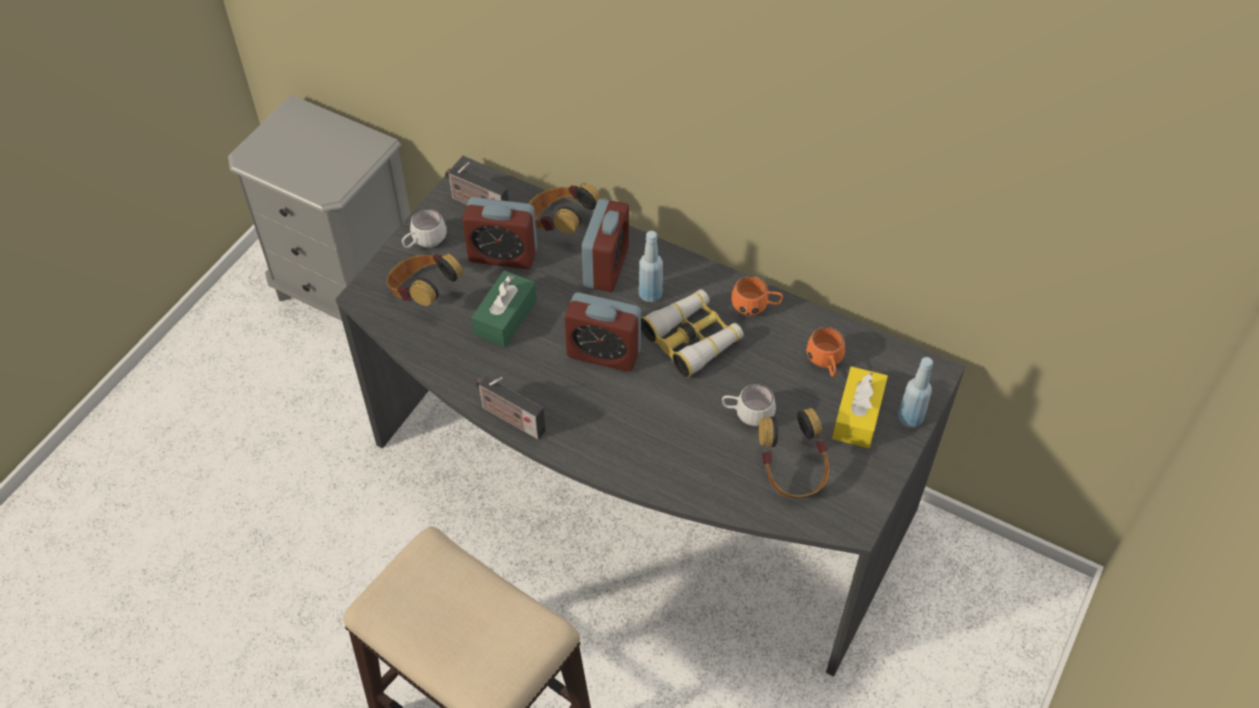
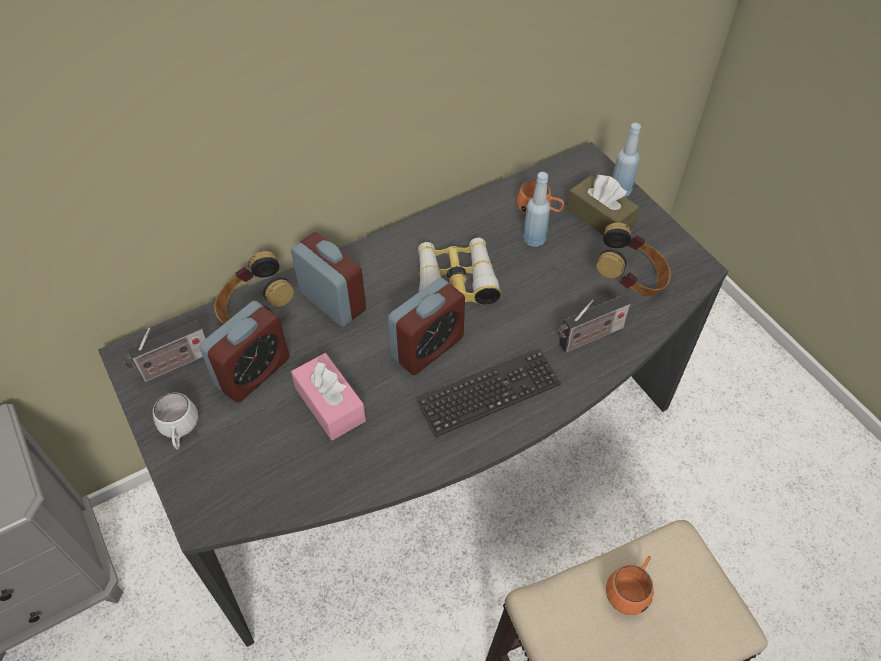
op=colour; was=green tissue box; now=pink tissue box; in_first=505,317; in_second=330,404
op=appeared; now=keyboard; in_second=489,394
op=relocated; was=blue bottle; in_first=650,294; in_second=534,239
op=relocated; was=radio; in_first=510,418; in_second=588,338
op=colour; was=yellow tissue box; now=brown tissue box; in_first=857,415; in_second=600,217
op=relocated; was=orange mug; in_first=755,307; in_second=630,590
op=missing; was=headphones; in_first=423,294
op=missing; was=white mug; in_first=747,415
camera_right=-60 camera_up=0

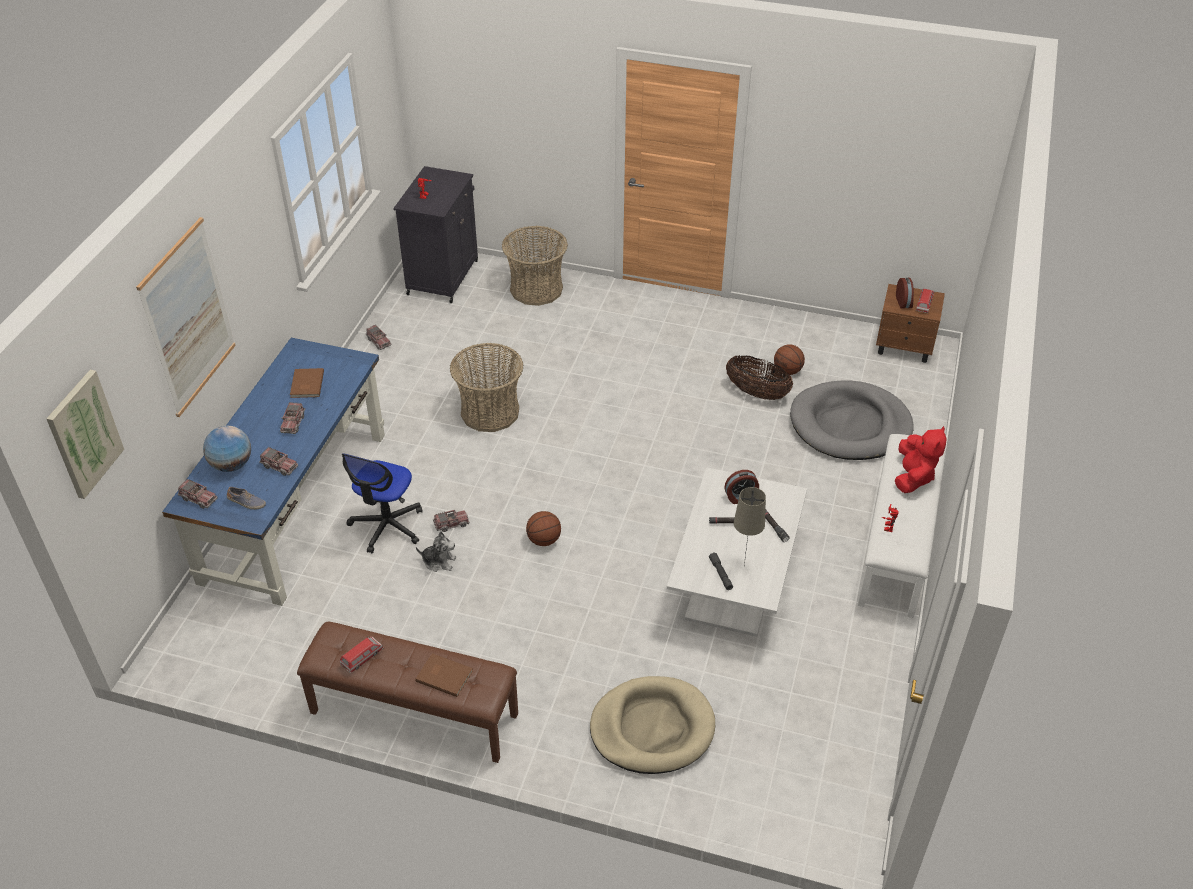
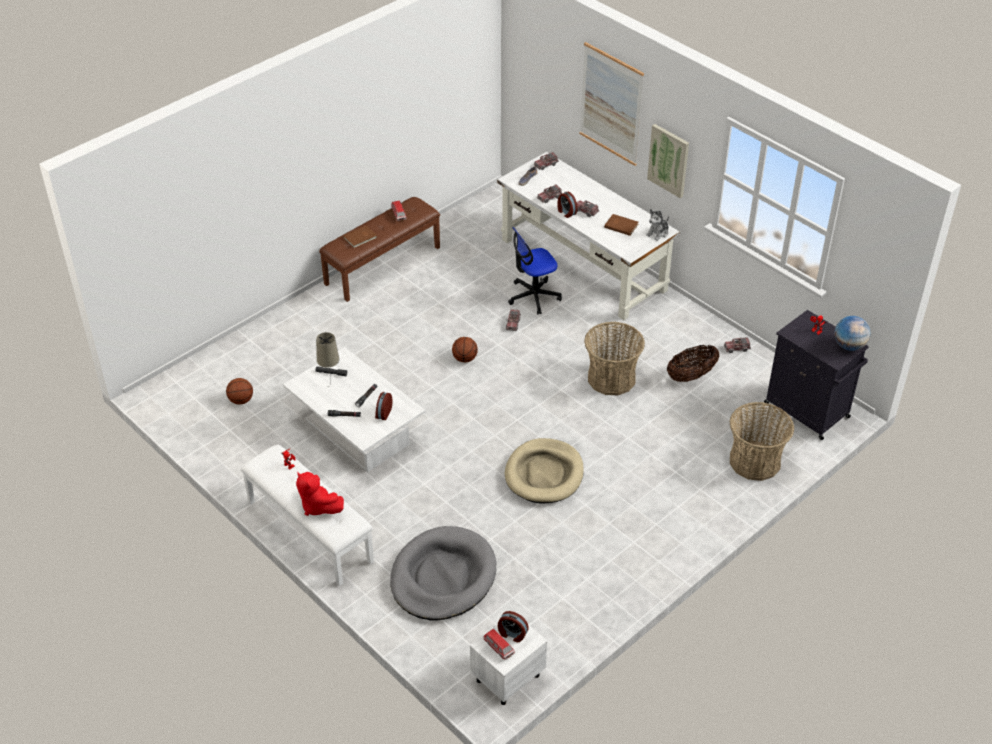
op=relocated; was=basketball; in_first=787,371; in_second=241,400
op=colour; was=brown nightstand; now=white nightstand; in_first=905,347; in_second=507,678
op=colour; was=blue desk; now=white desk; in_first=295,504; in_second=584,265
op=relocated; was=beige dog bed; in_first=652,728; in_second=544,474
op=spun; was=office chair; in_first=387,526; in_second=533,296; clockwise=-75
op=appeared; now=alarm clock; in_second=566,212
op=relocated; was=plush toy; in_first=439,561; in_second=658,233
op=relocated; was=picture; in_first=84,434; in_second=669,160
op=relocated; was=basket; in_first=757,393; in_second=691,376
op=relocated; was=globe; in_first=231,465; in_second=849,345
camera_right=120 camera_up=0

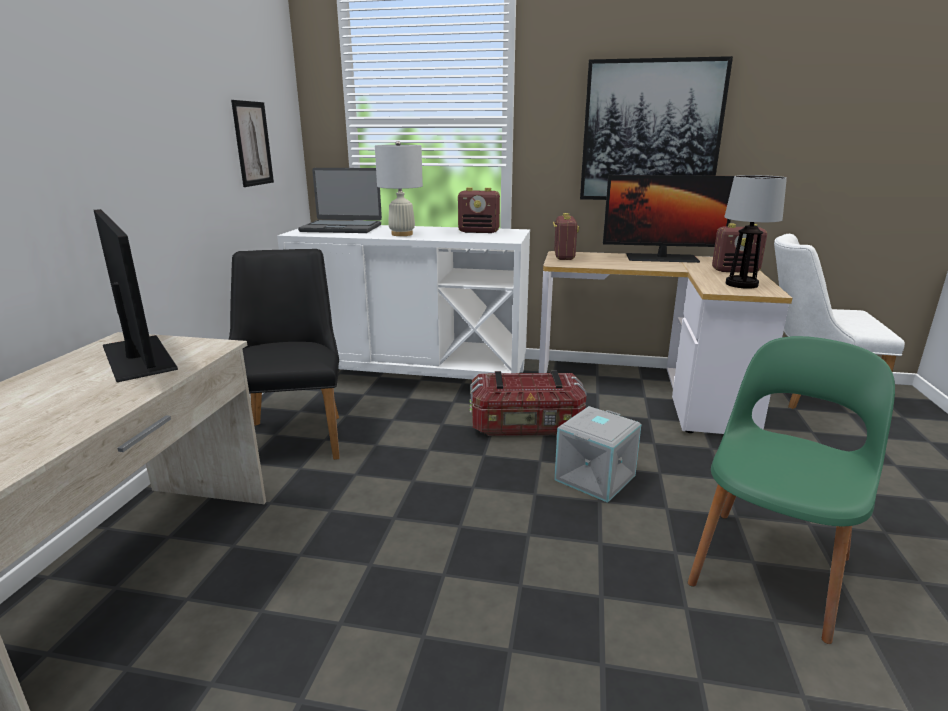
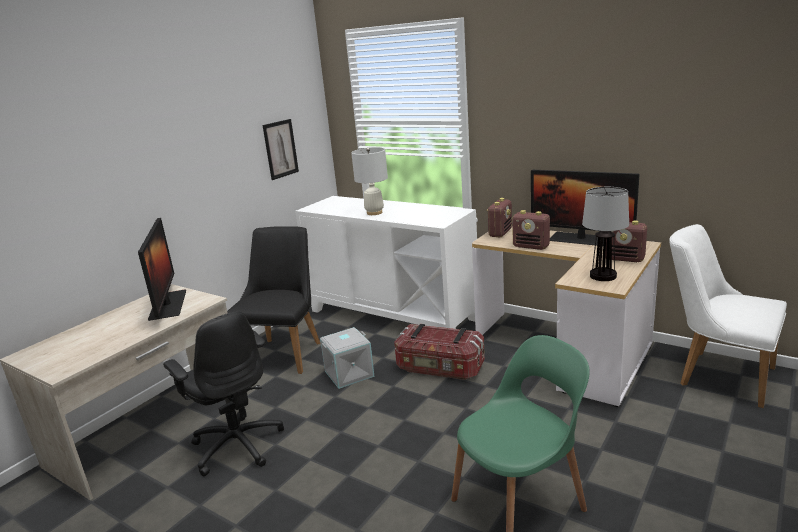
op=appeared; now=black office chair; in_second=237,444
op=relocated; was=grey storage box; in_first=596,478; in_second=349,374
op=relocated; was=radio; in_first=479,231; in_second=531,246
op=missing; was=laptop; in_first=342,228
op=missing; was=picture; in_first=651,132
camera_right=25 camera_up=0

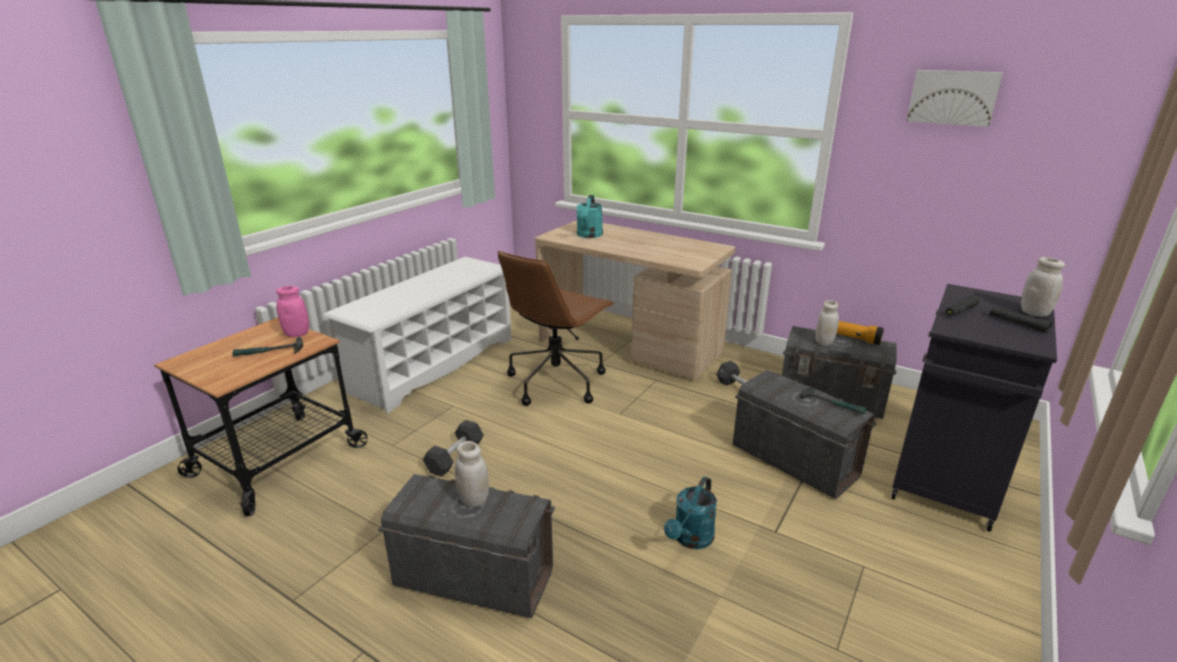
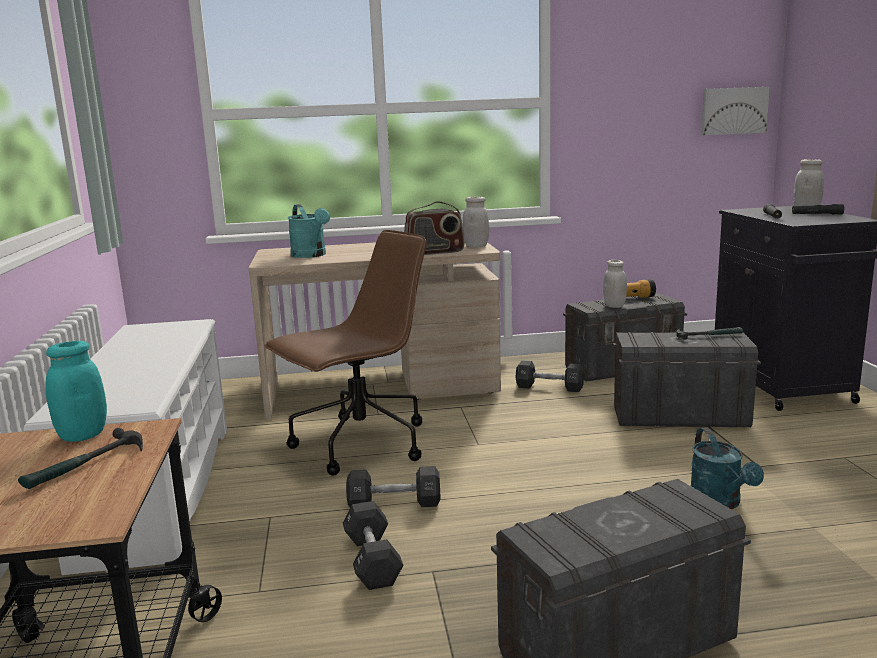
op=colour; was=pink jar; now=turquoise jar; in_first=297,334; in_second=83,435
op=spun; was=brown office chair; in_first=557,381; in_second=359,445; clockwise=-120
op=appeared; now=black dumbbell; in_second=394,503
op=appeared; now=radio; in_second=434,252
op=relocated; was=white jar; in_first=474,500; in_second=476,246
op=relocated; was=picture; in_first=953,97; in_second=733,111
camera_right=-40 camera_up=-10

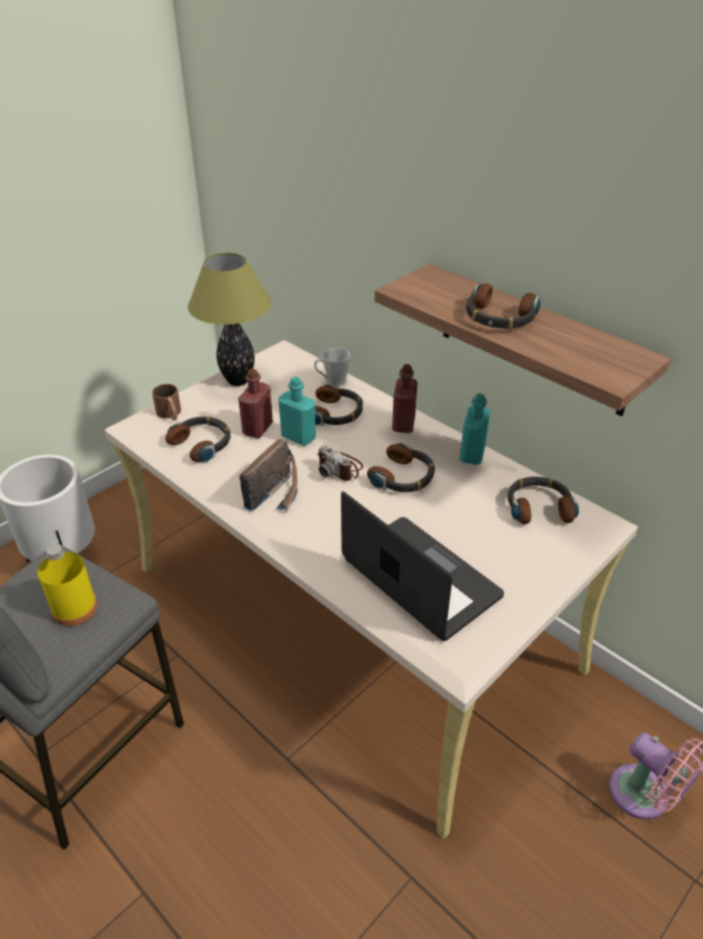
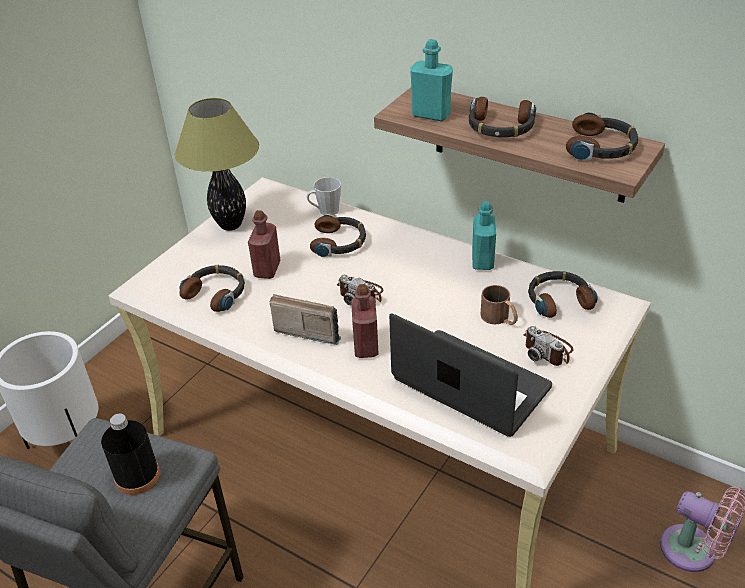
op=colour; was=yellow bottle; now=black bottle; in_first=74,608; in_second=137,476
op=spun; was=radio; in_first=277,493; in_second=308,329; clockwise=-90
op=relocated; was=red bottle; in_first=403,424; in_second=366,346
op=relocated; was=turquoise bottle; in_first=298,437; in_second=431,115
op=relocated; was=brown mug; in_first=170,414; in_second=499,318
op=appeared; now=photo camera; in_second=548,350
op=relocated; was=headphones; in_first=403,477; in_second=601,147
camera_right=-10 camera_up=0

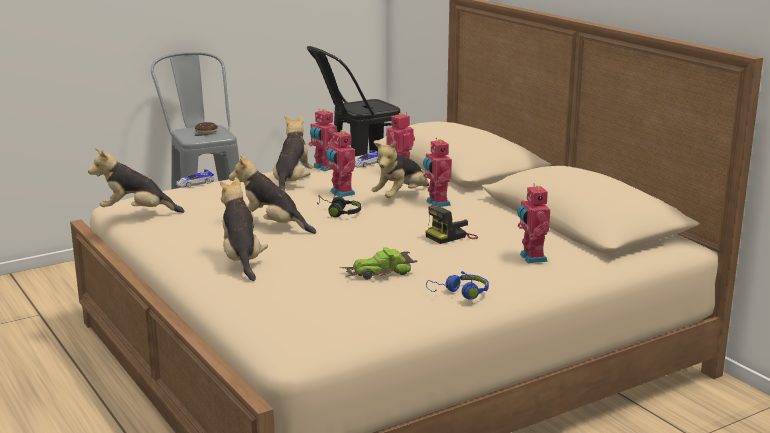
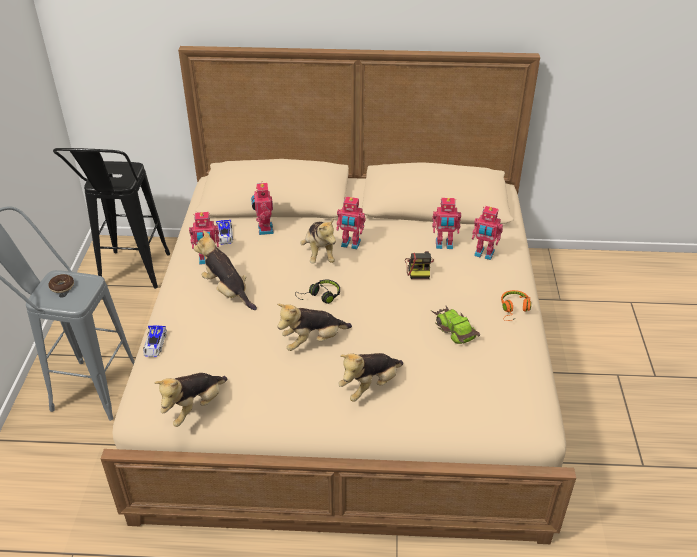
op=spun; was=plush toy; in_first=242,260; in_second=370,386; clockwise=-60
op=relocated; was=toy robot; in_first=341,193; in_second=444,245
op=spun; was=toy car; in_first=379,272; in_second=453,328; clockwise=135
op=colour; was=blue headphones; now=orange headphones; in_first=460,293; in_second=514,309
camera_right=-55 camera_up=20

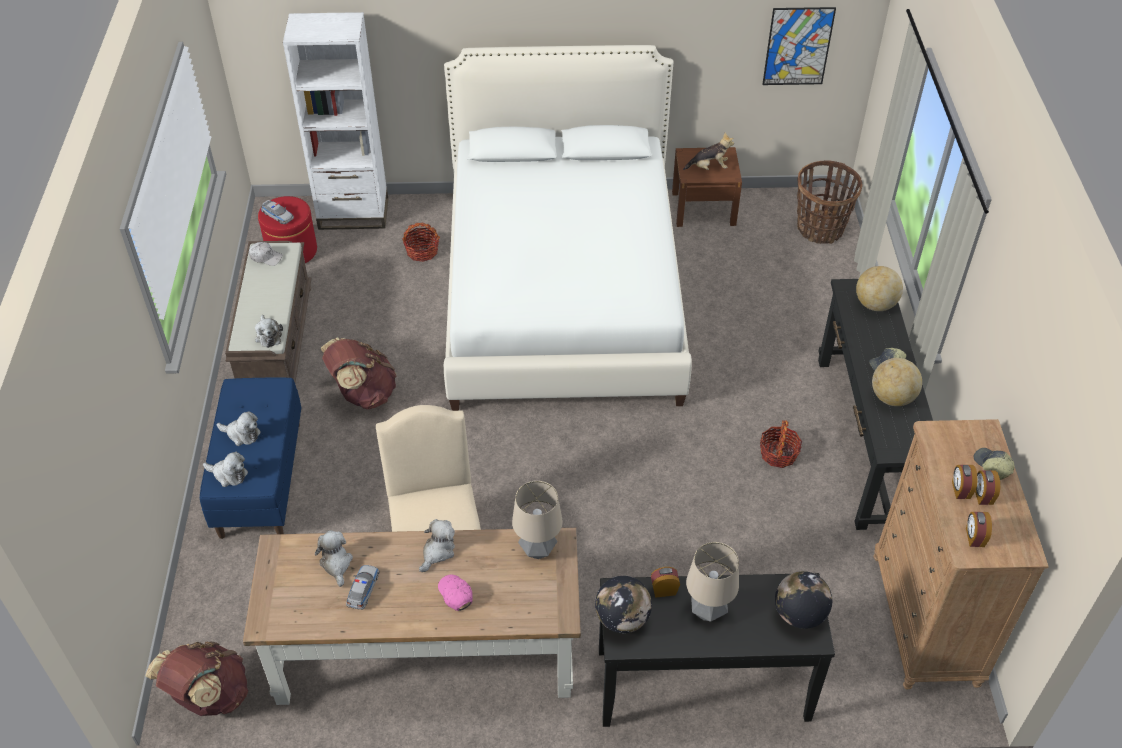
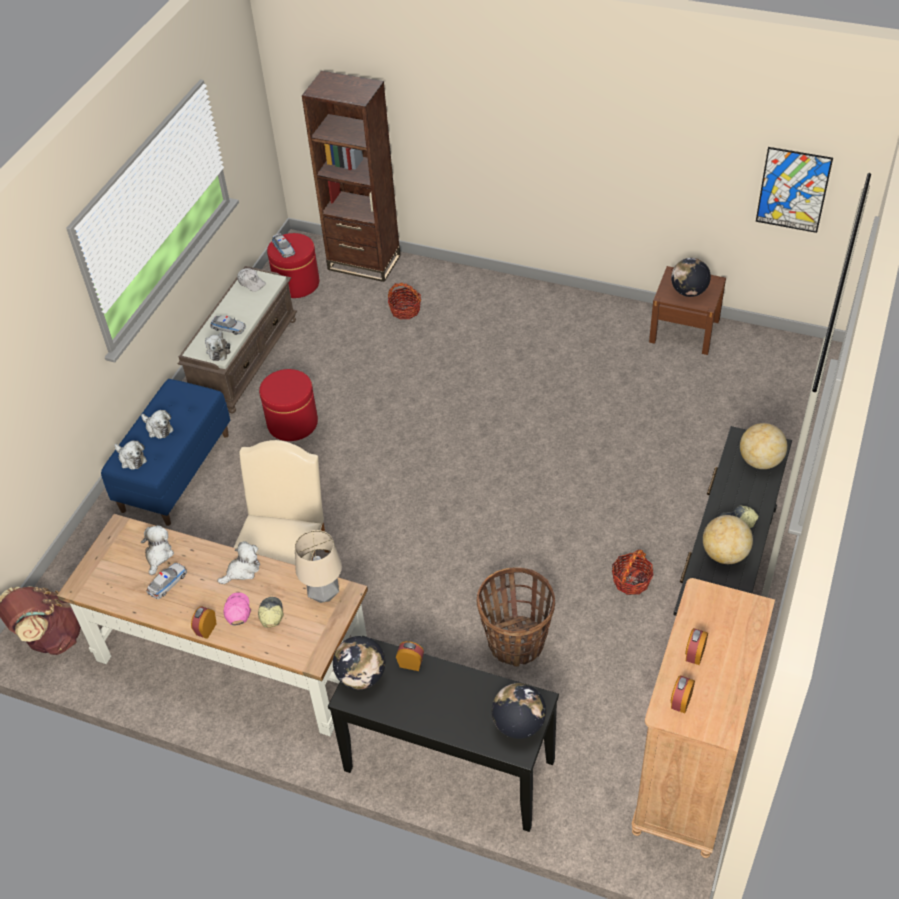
op=relocated; was=alarm clock; in_first=982,496; in_second=206,629
op=appeared; now=toy car; in_second=228,328
op=relocated; was=cap; in_first=991,466; in_second=270,614
op=exchanged; was=brown backpack; now=red ottoman; in_first=363,394; in_second=292,423
op=colour; was=white bookcase; now=brown bookcase; in_first=353,214; in_second=364,262
op=relocated; was=basket; in_first=820,229; in_second=516,642
op=exchanged; was=plush toy; now=globe; in_first=709,167; in_second=688,292
op=missing; was=white bed; in_first=563,293
op=missing; was=table lamp; in_first=707,612
camera_right=25 camera_up=0

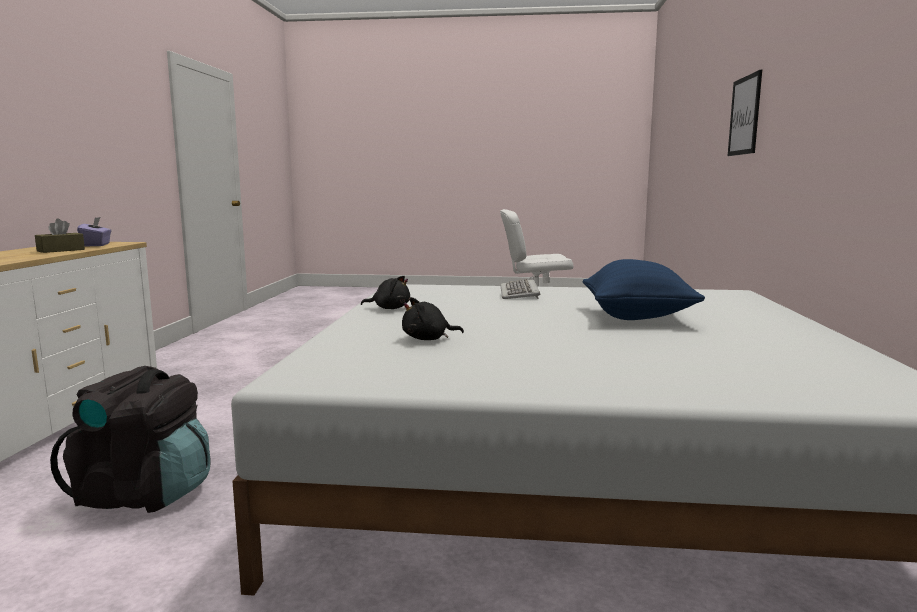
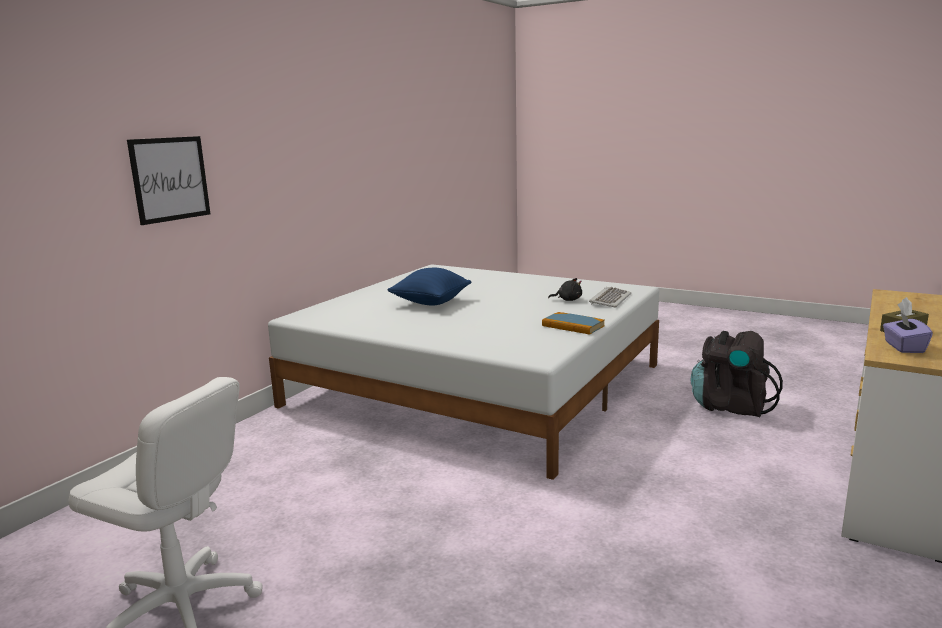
op=exchanged; was=black plush toy; now=book; in_first=389,308; in_second=573,326
op=relocated; was=keyboard; in_first=520,293; in_second=609,299
camera_right=-155 camera_up=5

